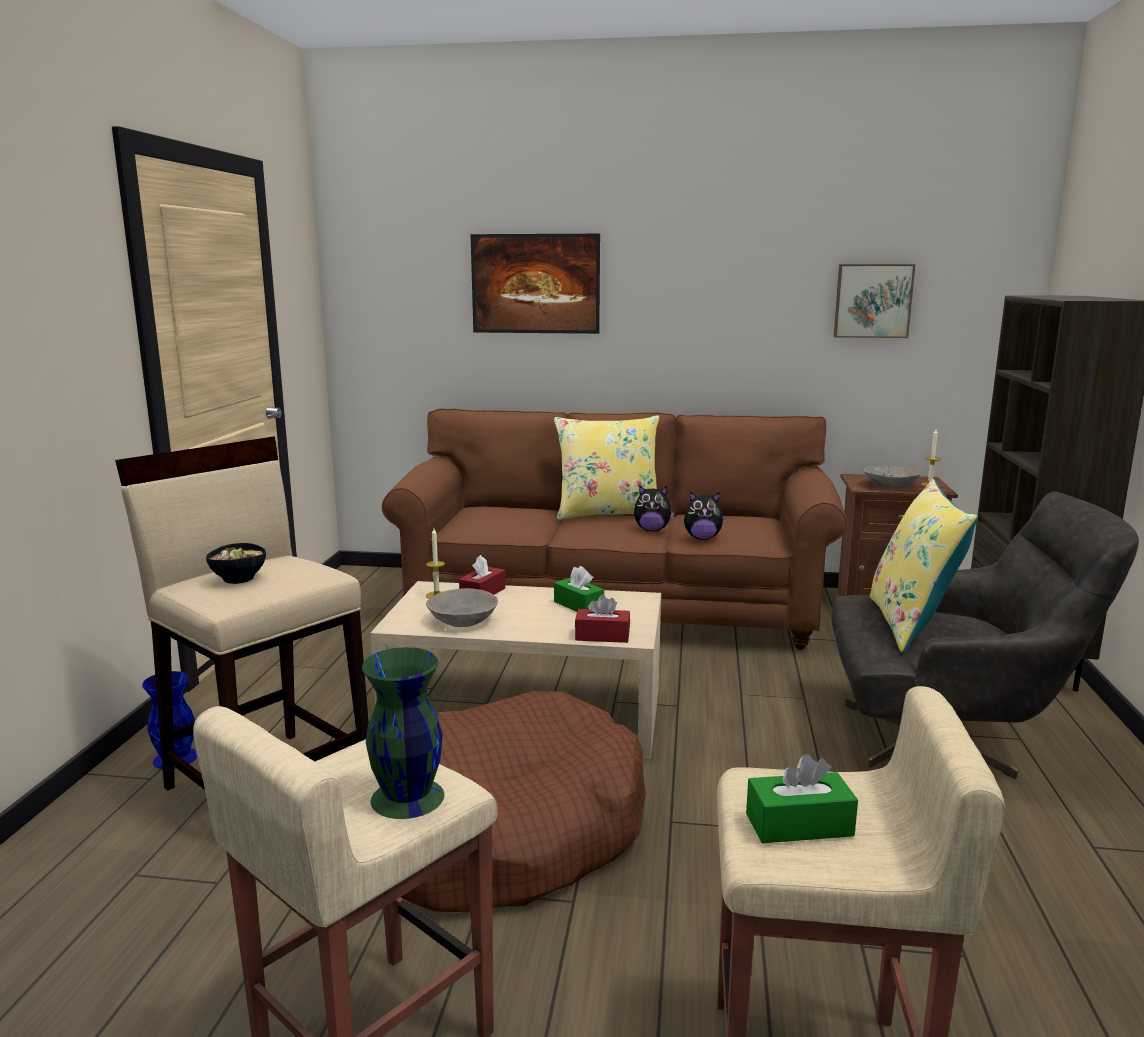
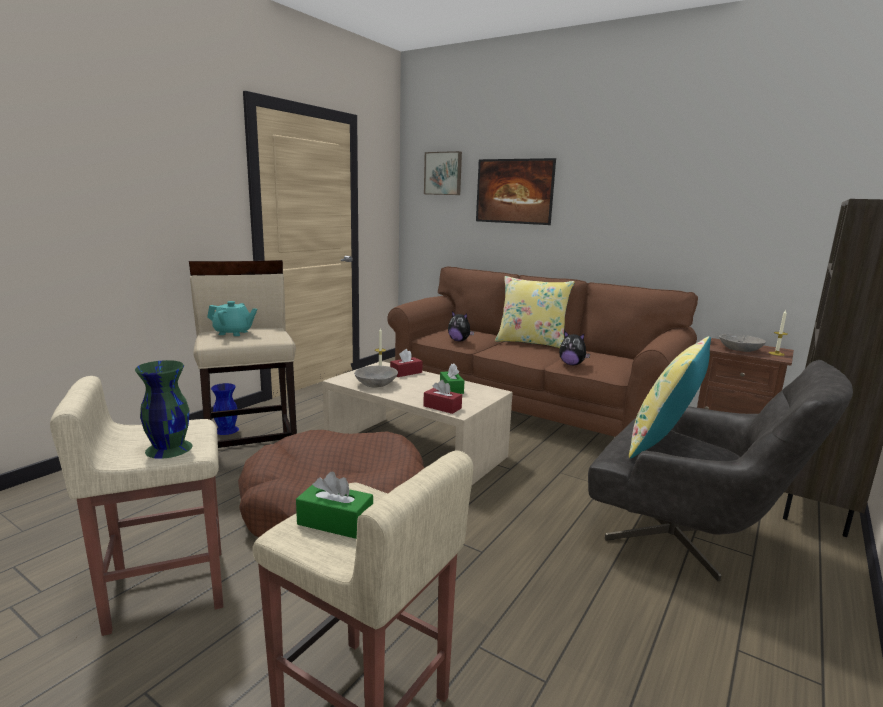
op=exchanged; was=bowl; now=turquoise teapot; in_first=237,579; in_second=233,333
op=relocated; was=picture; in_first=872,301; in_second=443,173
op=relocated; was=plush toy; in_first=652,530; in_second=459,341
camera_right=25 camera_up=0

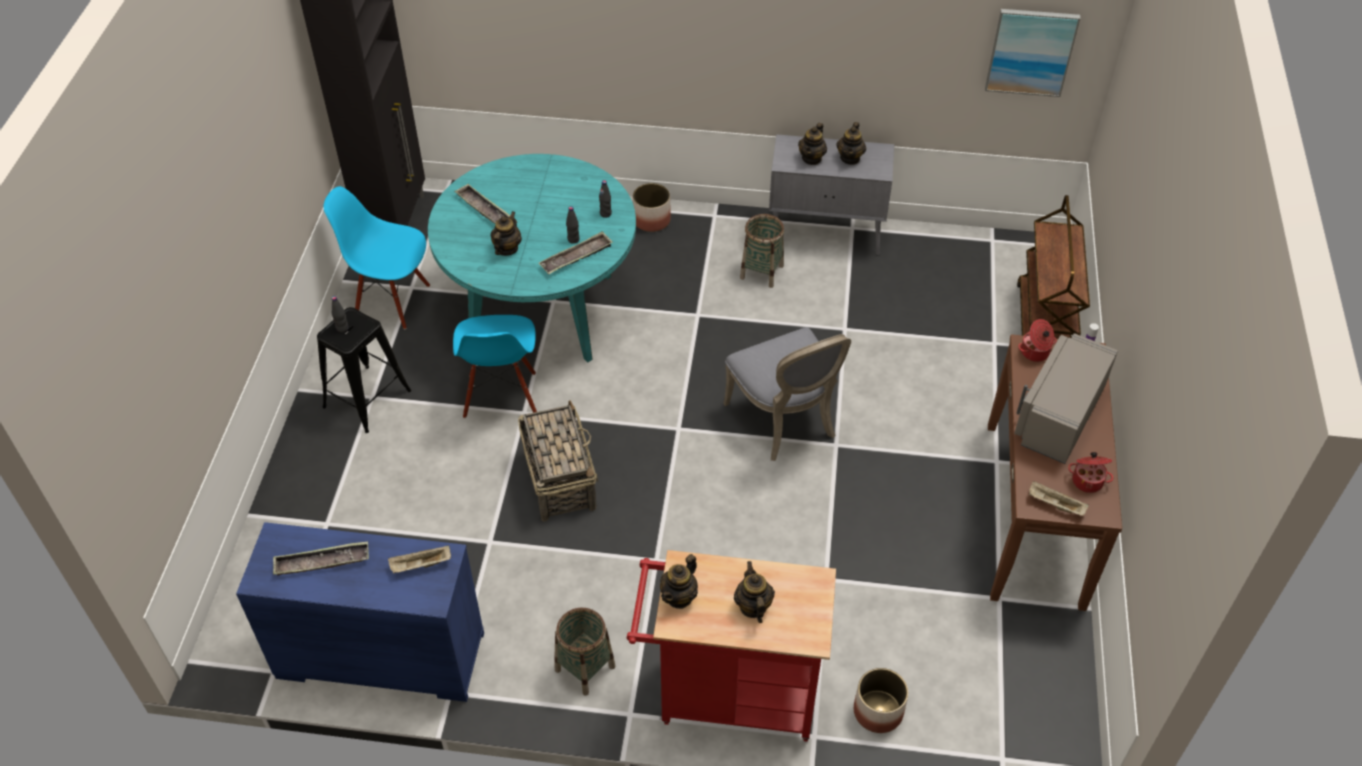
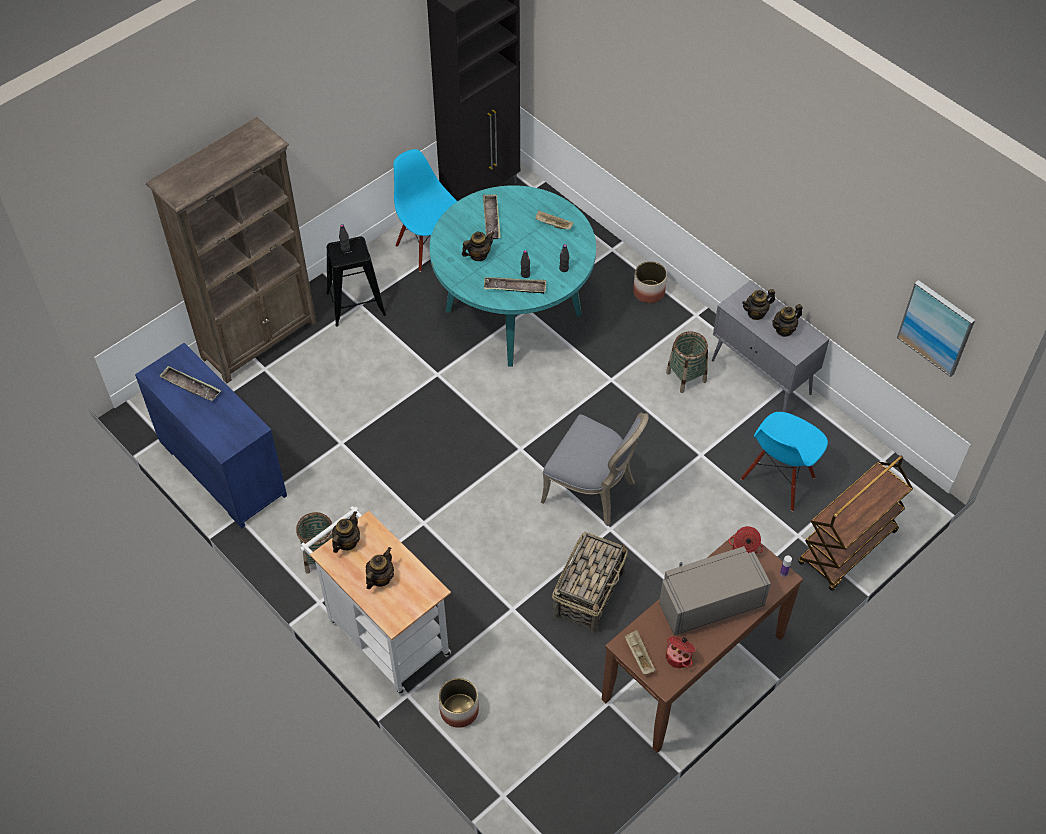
op=appeared; now=brown bookcase; in_second=260,340
op=colour; was=red cart; now=white cart; in_first=728,694; in_second=384,633
op=spun; was=teapot; in_first=679,596; in_second=346,542; clockwise=135
op=relocated; was=beige tray; in_first=420,565; in_second=553,225
op=spun; was=grey chair; in_first=785,421; in_second=593,491; clockwise=-75
op=relocated; was=basket; in_first=559,479; in_second=589,593
op=relocated; was=blue chair; in_first=501,396; in_second=778,480
camera_right=40 camera_up=5

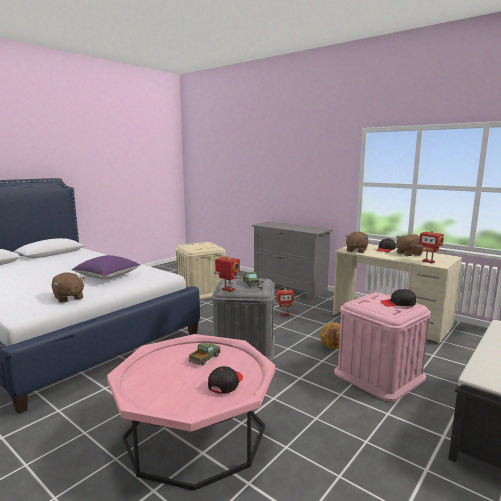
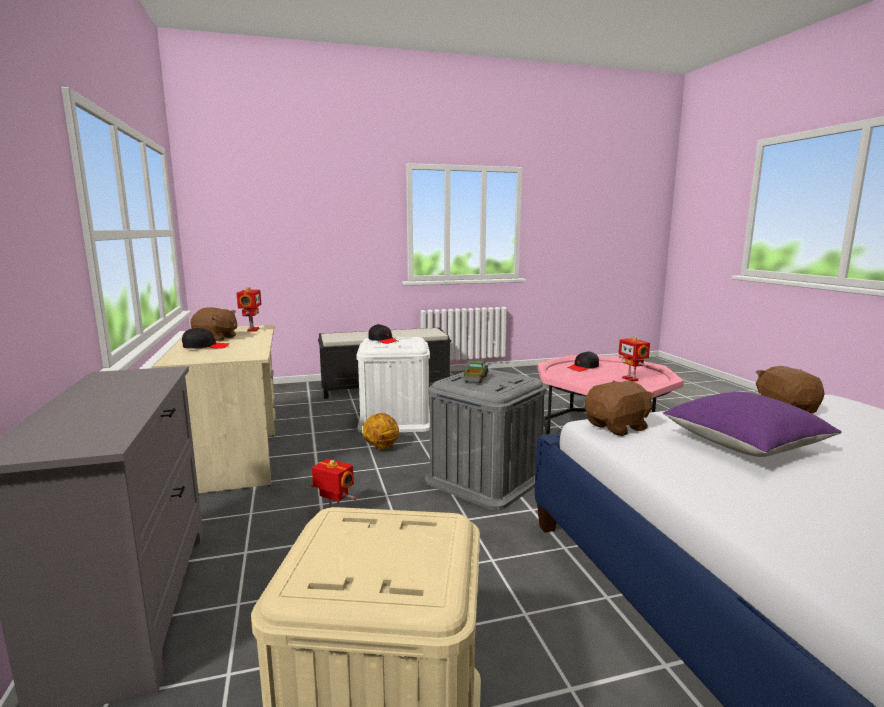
op=colour; was=pink storage box; now=white storage box; in_first=379,375; in_second=395,419
op=relocated; was=brown plush toy; in_first=356,250; in_second=617,427
op=relocated; was=toy robot; in_first=228,290; in_second=631,379
op=missing; was=toy truck; in_first=205,359
camera_right=-145 camera_up=0

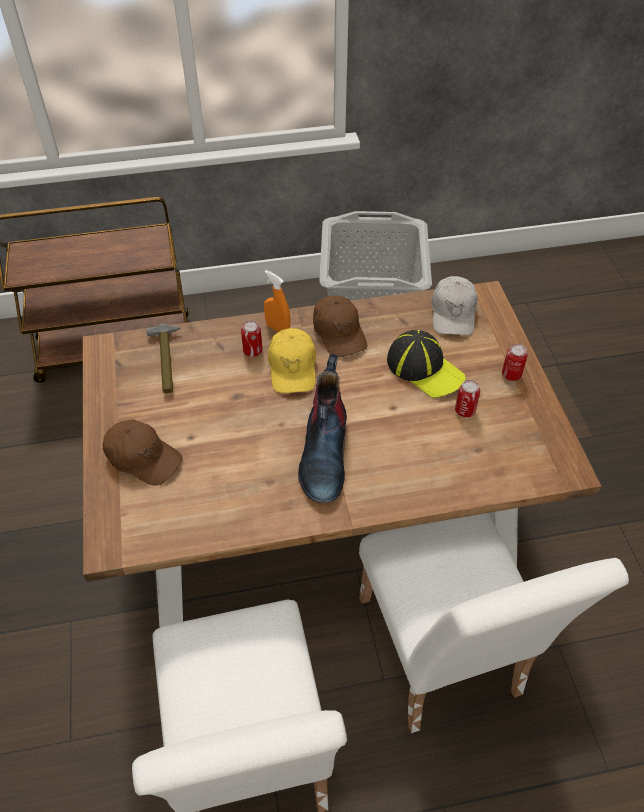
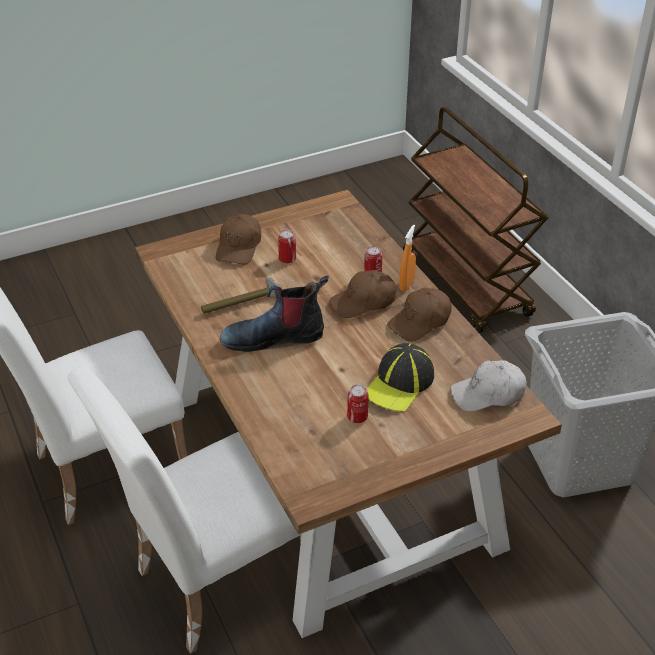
op=relocated; was=hammer; in_first=166,362; in_second=242,303
op=relocated; was=can; in_first=511,374; in_second=287,259
op=colour; was=yellow cap; now=brown cap; in_first=293,367; in_second=363,302
camera_right=75 camera_up=-10

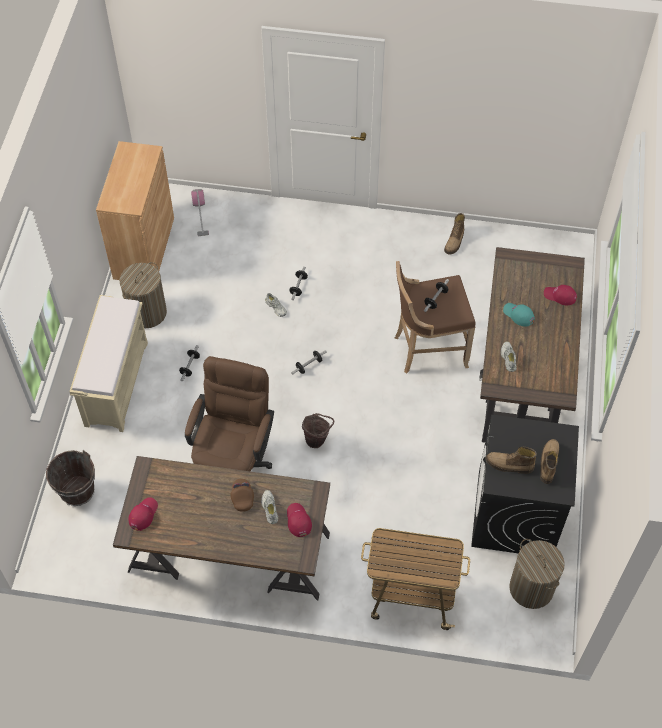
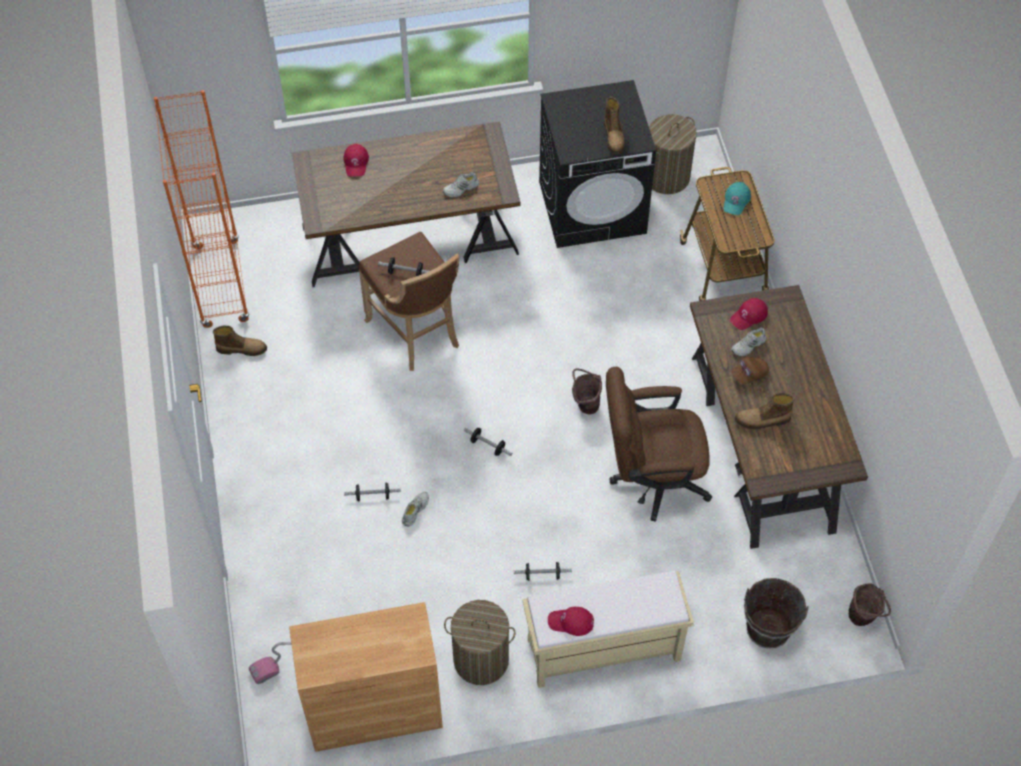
op=appeared; now=orange bookcase; in_second=221,284
op=relocated; was=red cap; in_first=143,514; in_second=571,622
op=relocated; was=turquoise cap; in_first=518,315; in_second=736,200
op=relocated; was=boot; in_first=548,462; in_second=762,420
op=appeared; now=brown bucket; in_second=863,618
camera_right=-110 camera_up=0

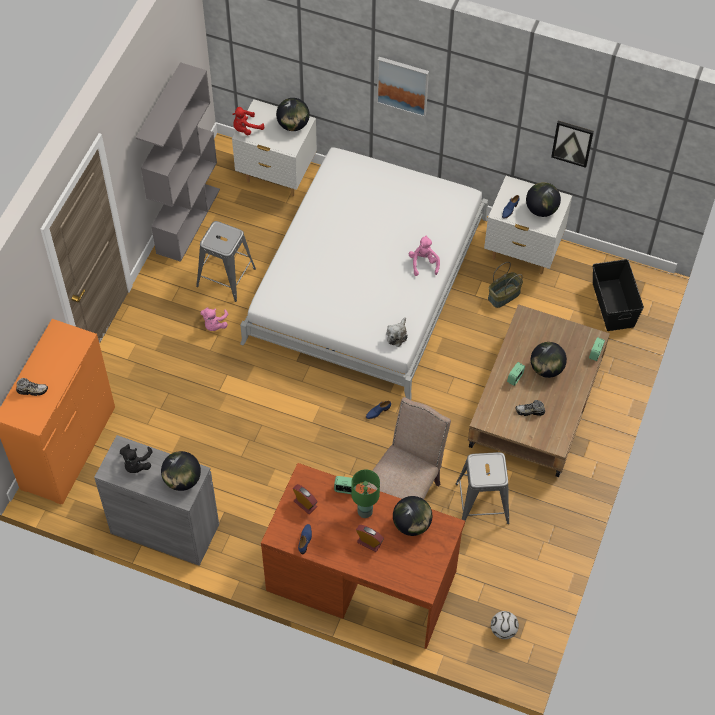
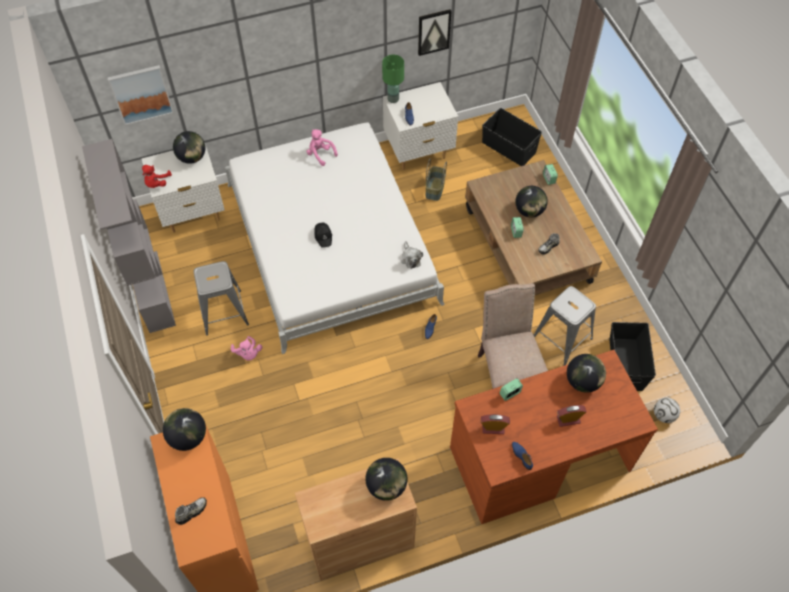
op=relocated; was=picture; in_first=403,85; in_second=141,94
op=relocated; was=globe; in_first=541,210; in_second=188,437
op=colour; was=grey cabinet; now=brown cabinet; in_first=165,529; in_second=360,540
op=relocated; was=pink plush toy; in_first=423,263; in_second=320,154
op=appeared; now=black cap; in_second=323,236
op=relocated; was=green table lamp; in_first=365,511; in_second=393,99
op=appeared; now=black storage box; in_second=625,364
op=missing; was=black plush toy; in_first=136,464
camera_right=-40 camera_up=0

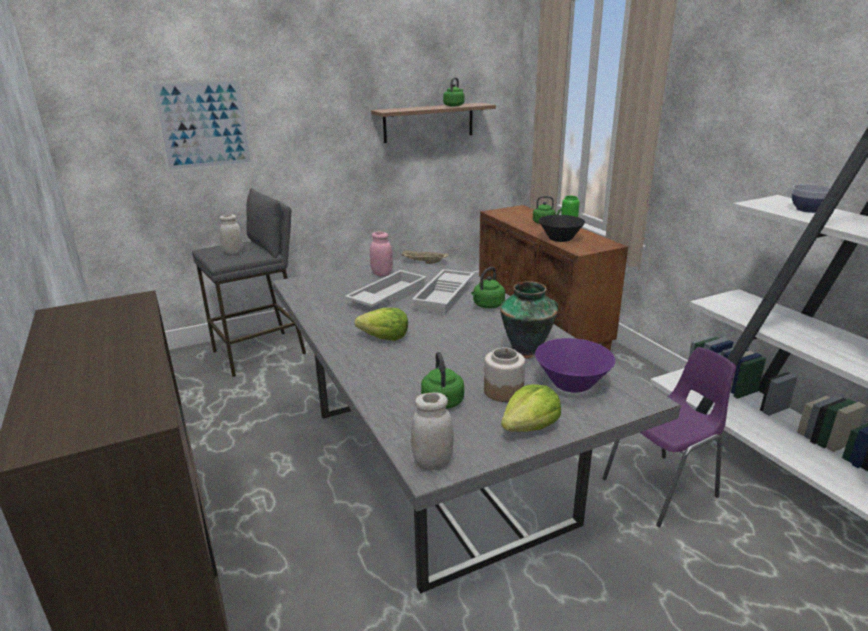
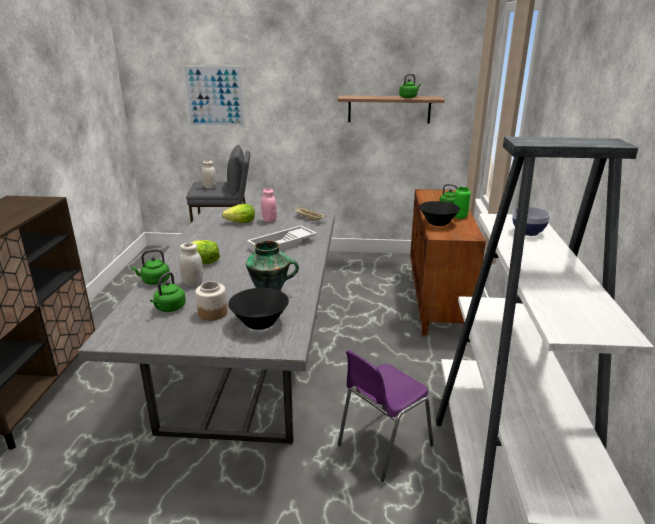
op=relocated; was=green kettle; in_first=487,305; in_second=154,281
op=relocated; was=white jar; in_first=432,463; in_second=193,283
op=relocated; was=lettuce; in_first=530,427; in_second=241,222
op=colour; was=purple bowl; now=black bowl; in_first=572,384; in_second=260,323
op=spun; was=purple chair; in_first=663,488; in_second=382,445; clockwise=135
op=missing; was=white tray; in_first=387,296
camera_right=30 camera_up=0

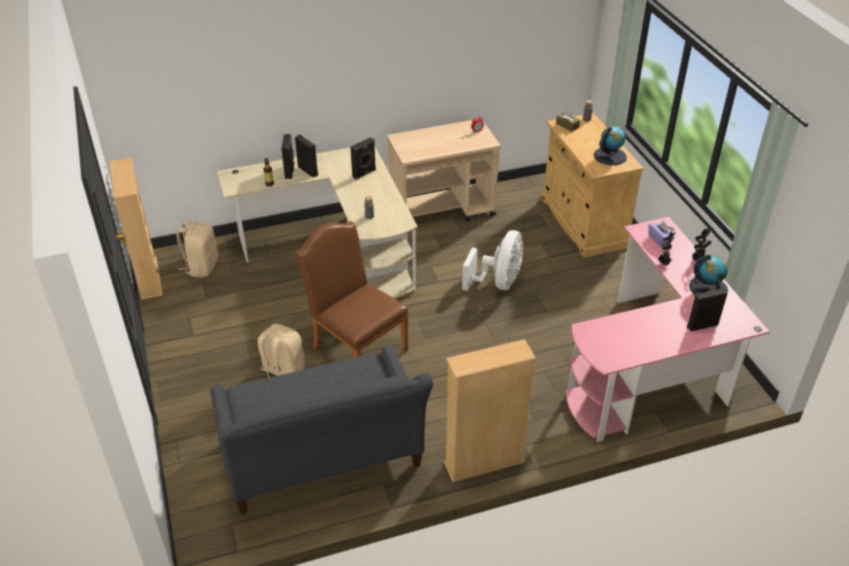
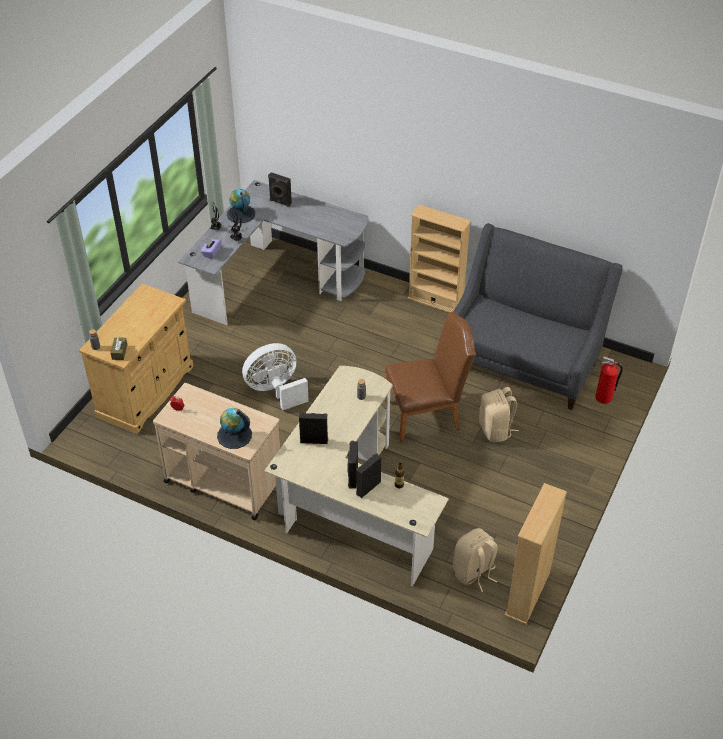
op=colour; was=pink desk; now=grey desk; in_first=654,371; in_second=276,278
op=relocated; was=globe; in_first=610,156; in_second=234,435
op=spun; was=brown chair; in_first=356,346; in_second=427,414; clockwise=-105
op=appeared; now=fire extinguisher; in_second=604,398
camera_right=-135 camera_up=5

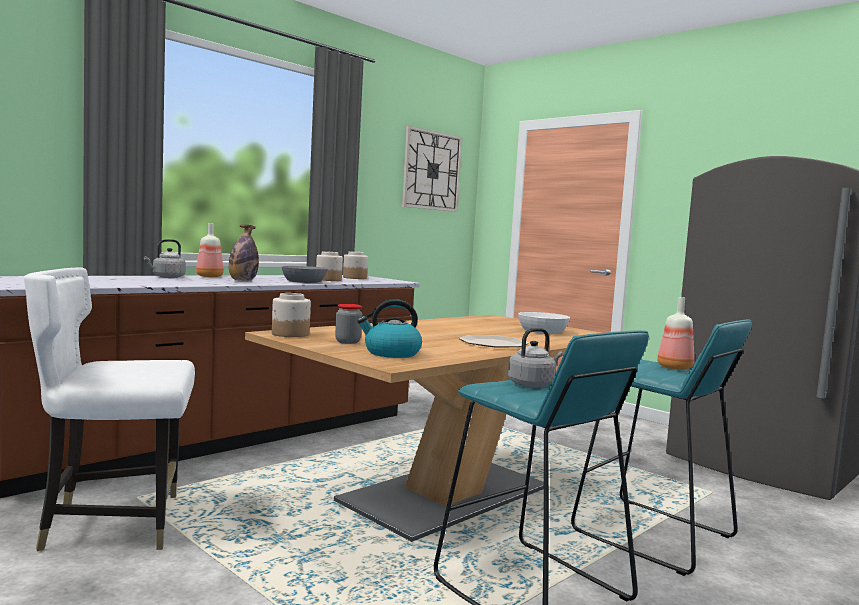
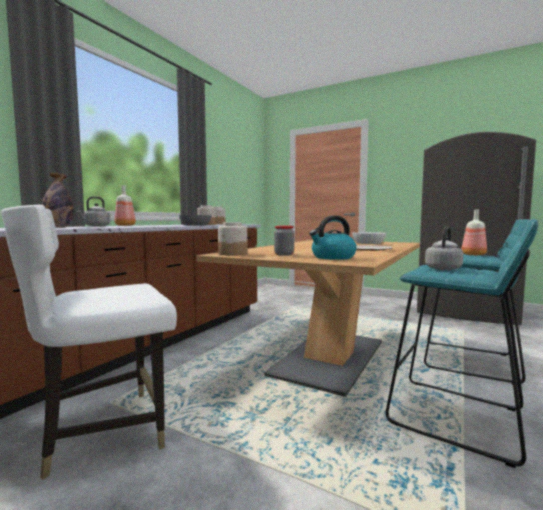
op=relocated; was=bottle; in_first=242,281; in_second=58,227
op=missing; was=wall clock; in_first=431,170
camera_right=-15 camera_up=0

